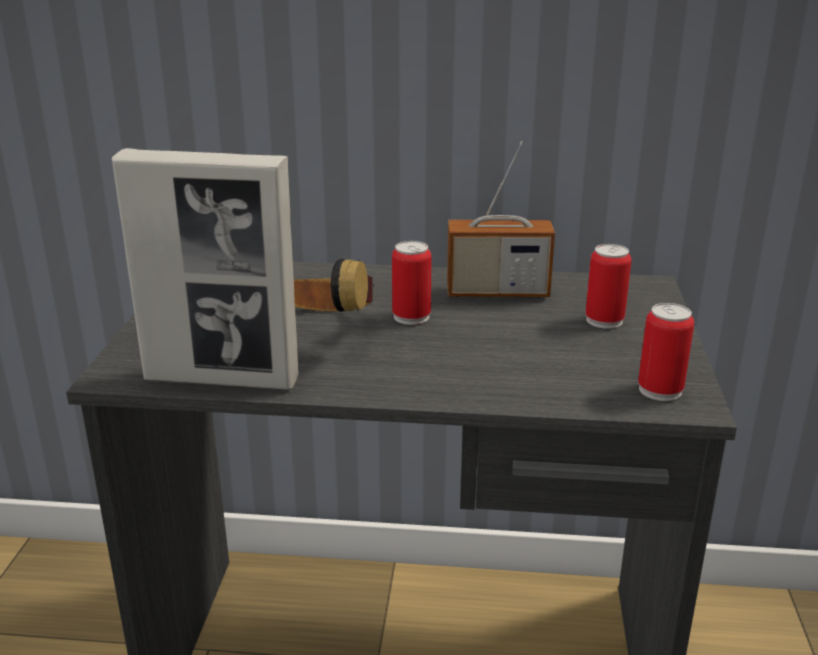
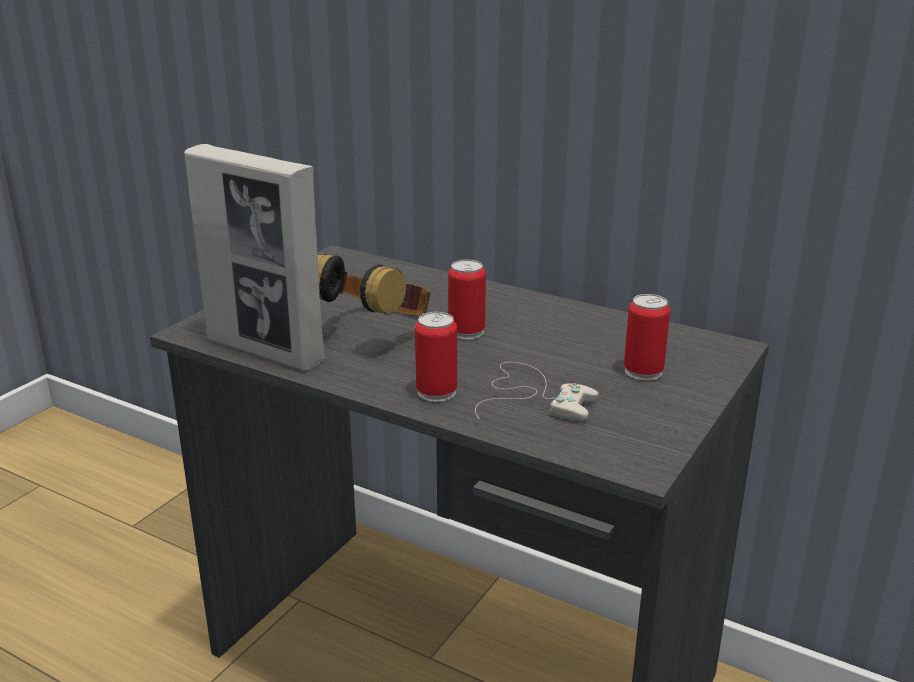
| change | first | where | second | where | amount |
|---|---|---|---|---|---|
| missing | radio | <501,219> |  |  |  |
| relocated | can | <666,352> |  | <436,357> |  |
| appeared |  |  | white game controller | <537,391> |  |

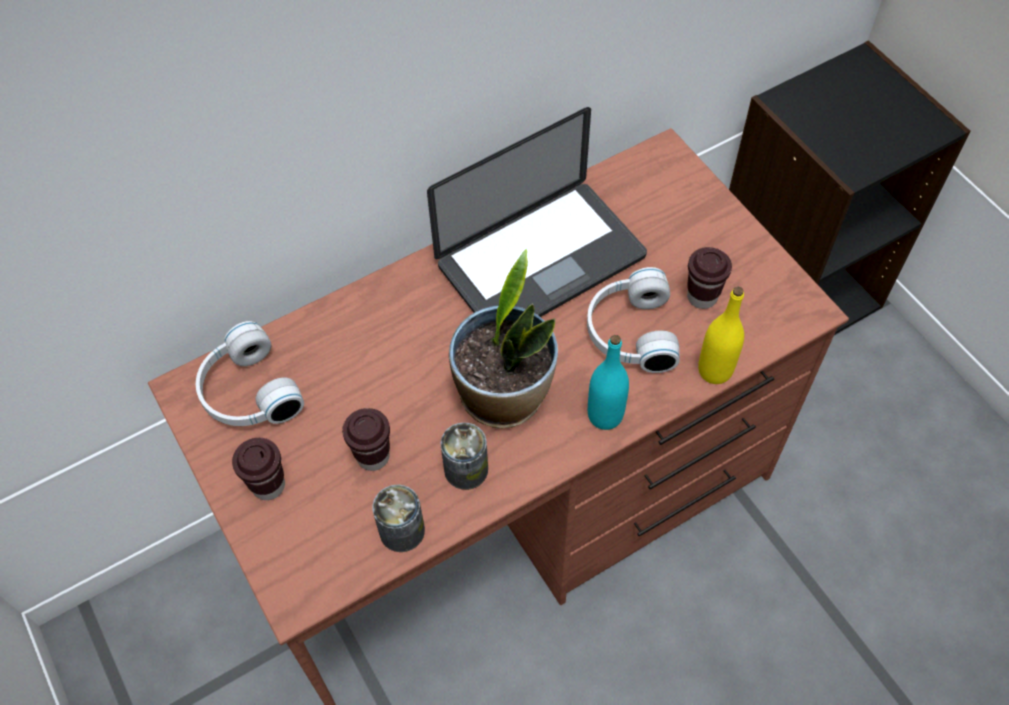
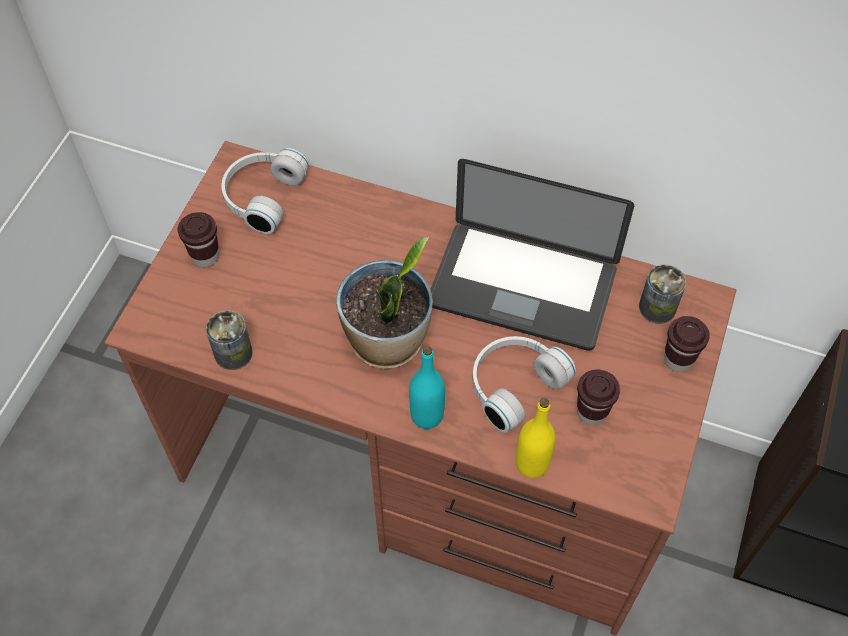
| change | first | where | second | where | amount |
|---|---|---|---|---|---|
| relocated | brown cup | <366,439> |  | <687,344> |  |
| relocated | can | <464,456> |  | <662,294> |  |

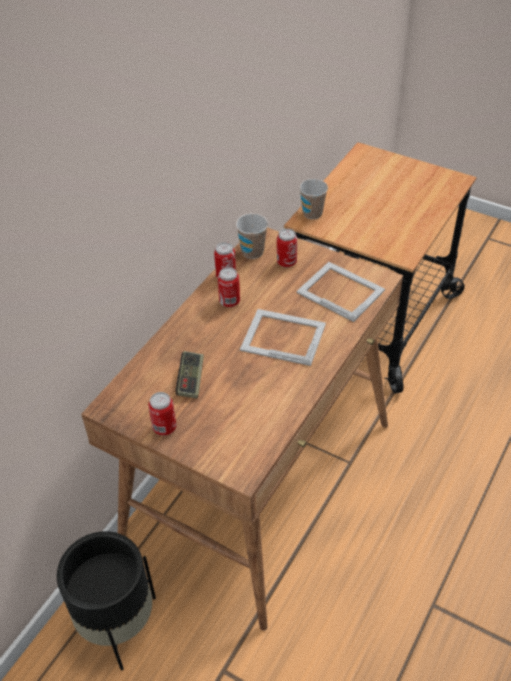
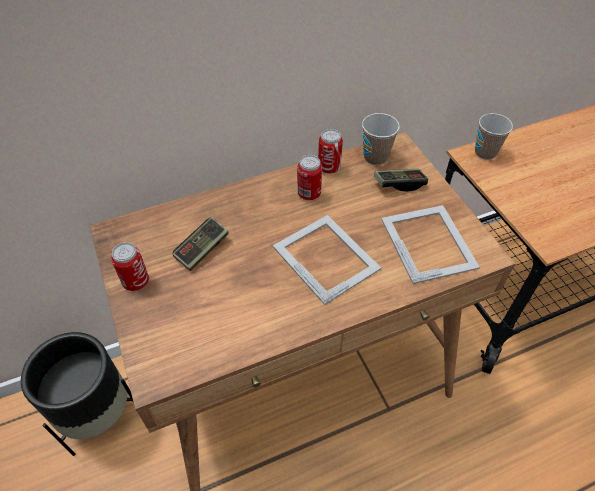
| change | first | where | second | where | amount |
|---|---|---|---|---|---|
| exchanged | can | <287,248> | game controller | <401,180> |  |

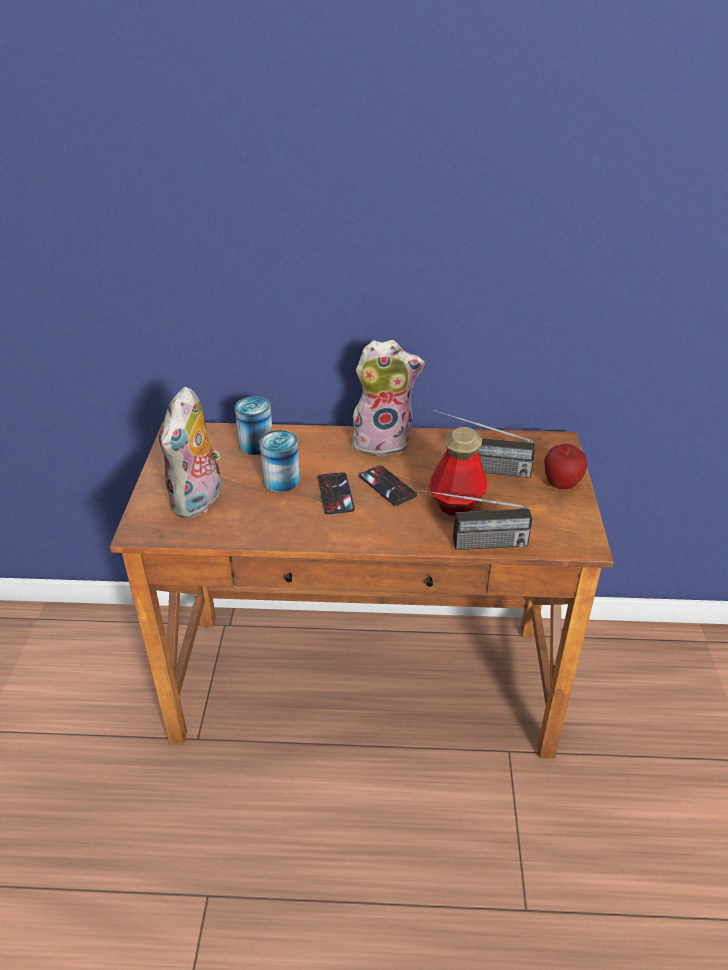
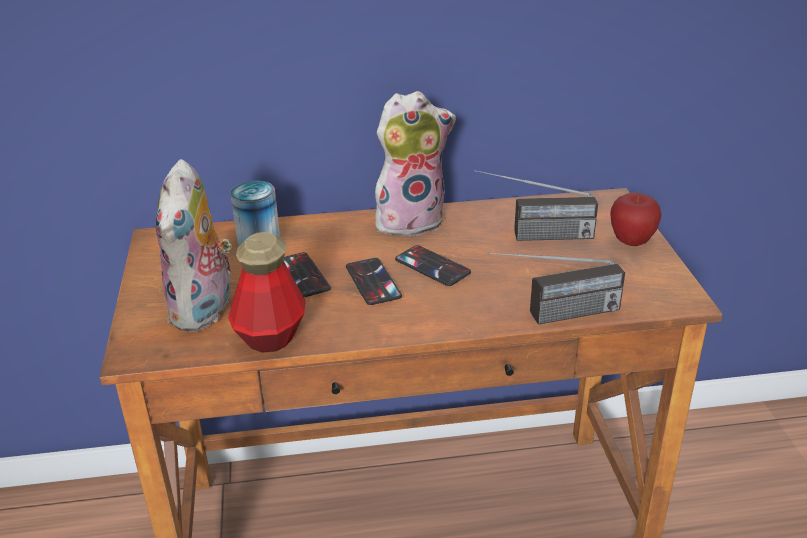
| change | first | where | second | where | amount |
|---|---|---|---|---|---|
| relocated | bottle | <458,471> |  | <267,292> |  |
| exchanged | can | <280,461> | phone | <307,274> |  |

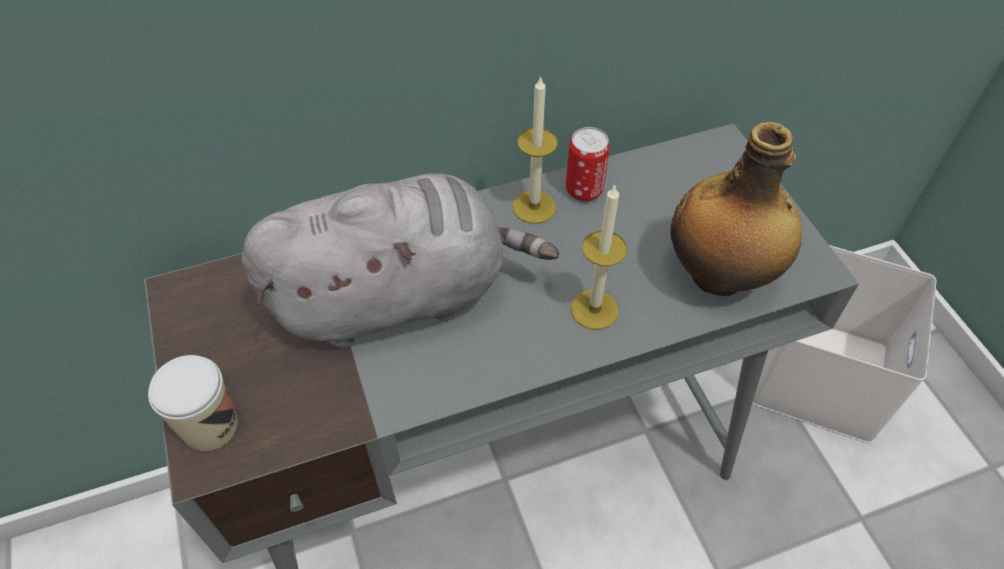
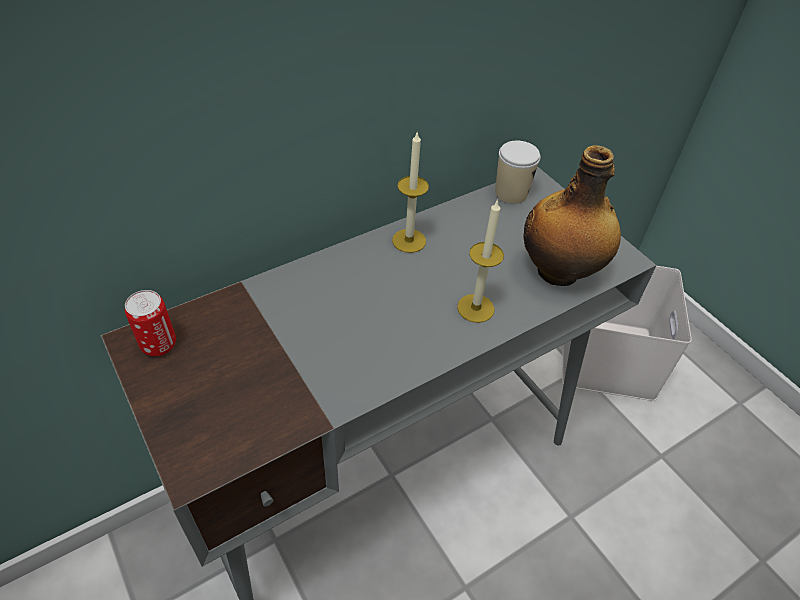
| change | first | where | second | where | amount |
|---|---|---|---|---|---|
| relocated | can | <588,164> |  | <150,323> |  |
| missing | grey plush toy | <400,260> |  |  |  |
| relocated | cup | <193,403> |  | <518,172> |  |

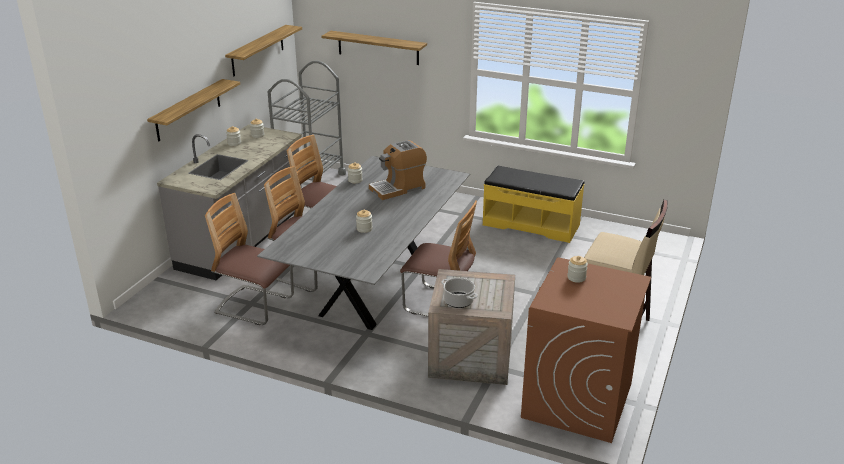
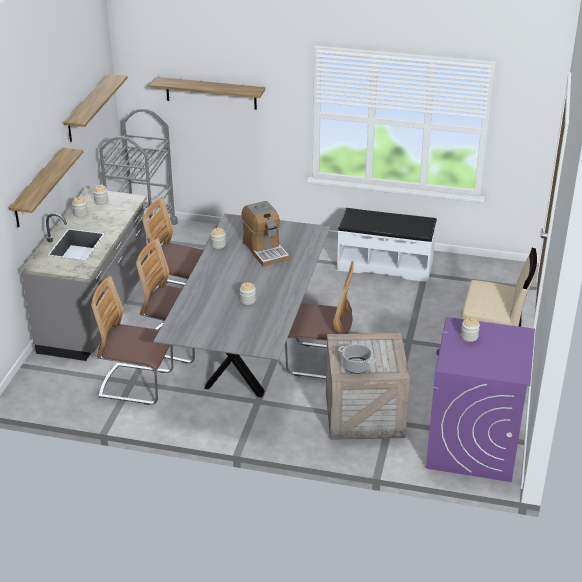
| change | first | where | second | where | amount |
|---|---|---|---|---|---|
| spun | coffee machine | <398,170> |  | <265,234> | 75 degrees counterclockwise |
| colour | yellow bench | <533,204> | white bench | <387,245> |  |
| colour | brown washing machine | <586,350> | purple washing machine | <480,399> |  |

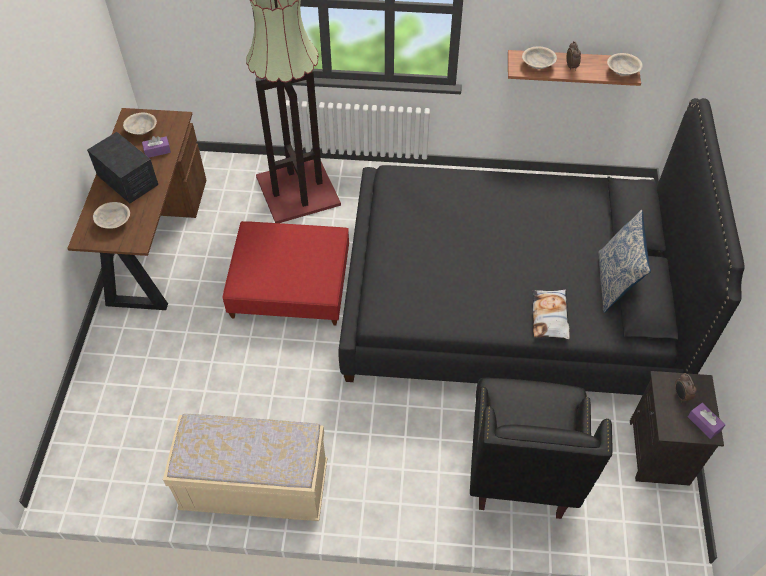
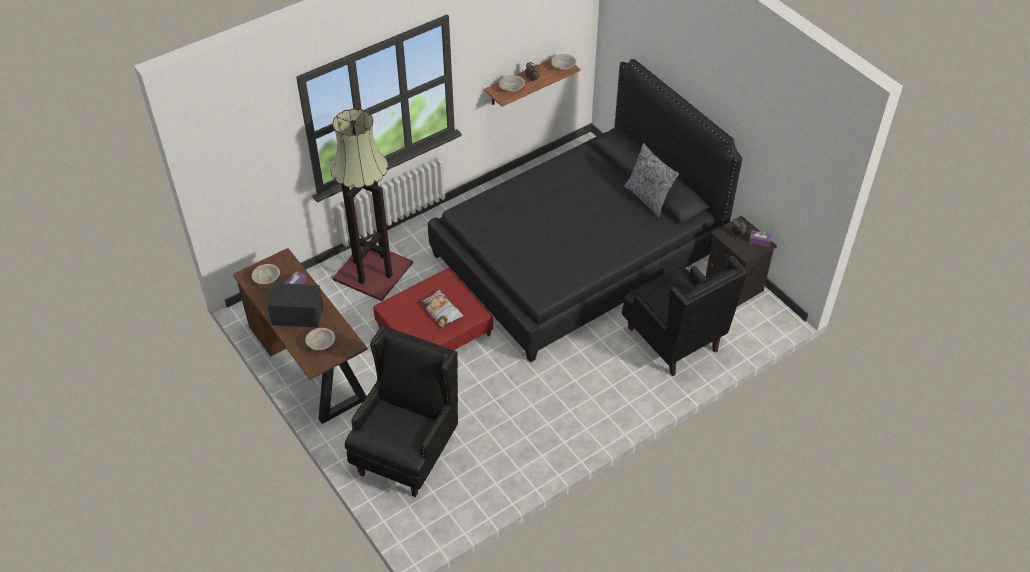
| change | first | where | second | where | amount |
|---|---|---|---|---|---|
| relocated | pillow | <551,314> |  | <441,308> |  |
| missing | beige bench | <245,467> |  |  |  |
| appeared |  |  | black armchair | <401,411> |  |

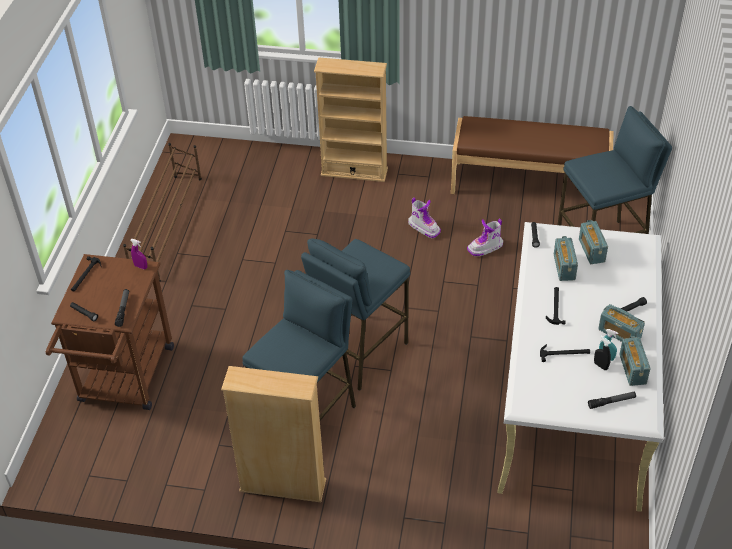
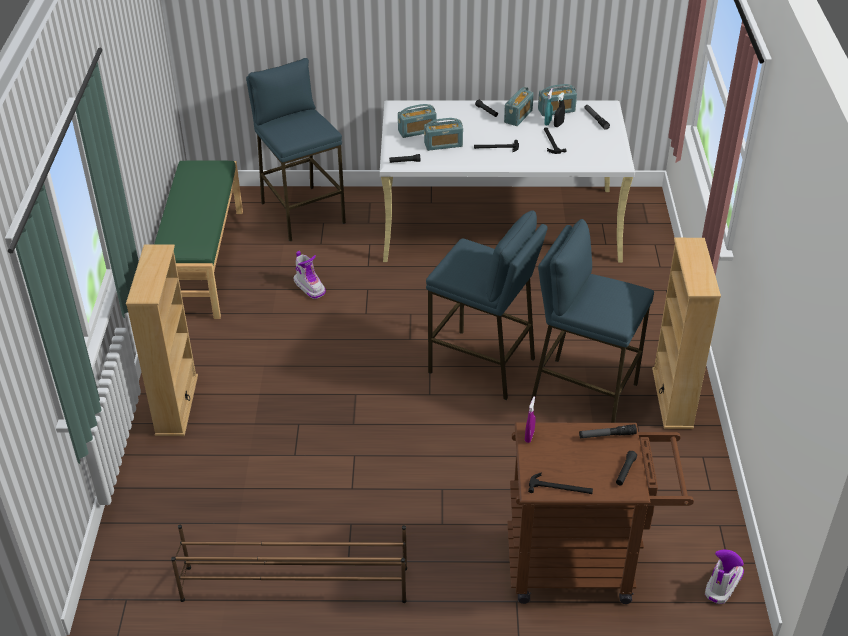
| change | first | where | second | where | amount |
|---|---|---|---|---|---|
| colour | brown bench | <532,155> | green bench | <198,239> |  |
| relocated | boot | <424,217> |  | <724,577> |  |

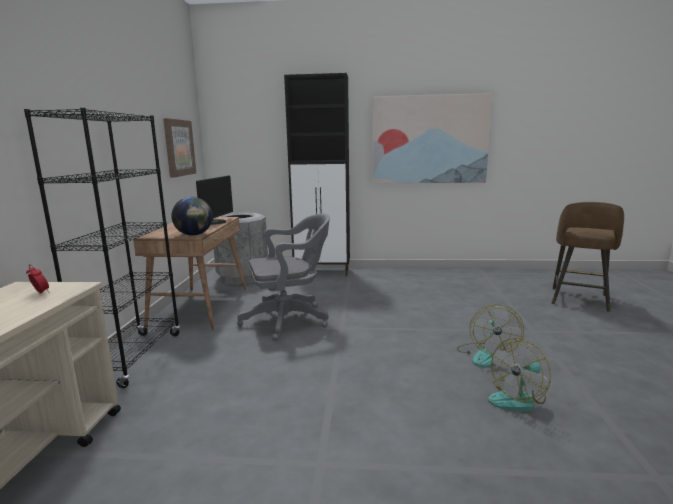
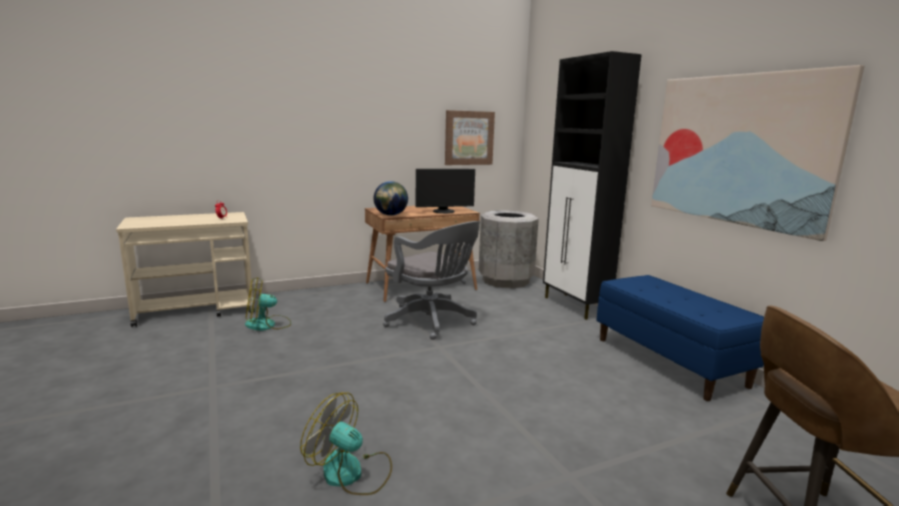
| change | first | where | second | where | amount |
|---|---|---|---|---|---|
| missing | black bookcase | <102,248> |  |  |  |
| relocated | fan | <490,335> |  | <268,304> |  |
| appeared |  |  | blue bench | <680,338> |  |

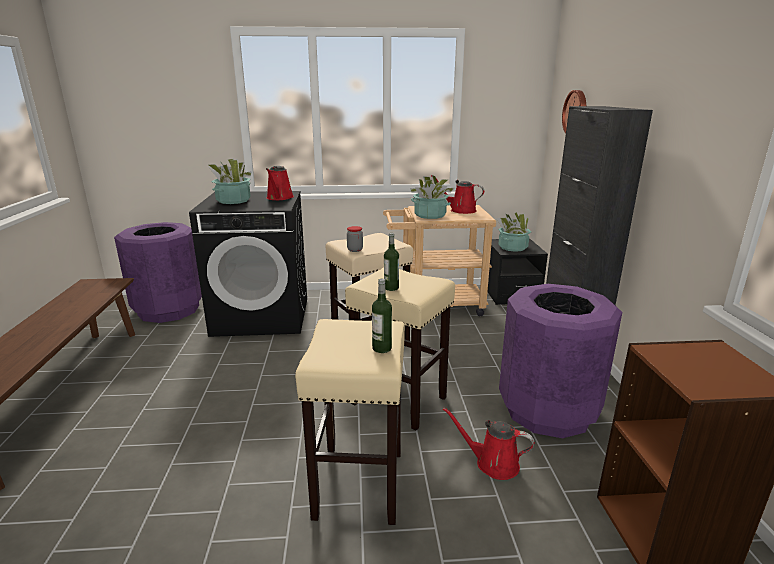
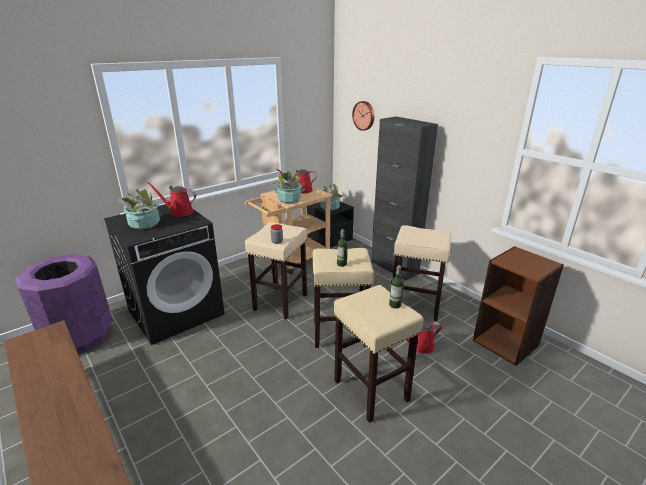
| change | first | where | second | where | amount |
|---|---|---|---|---|---|
| spun | red watering can | <280,183> |  | <171,199> | 135 degrees clockwise |
| exchanged | purple trash can | <560,361> | beige stool | <422,273> |  |

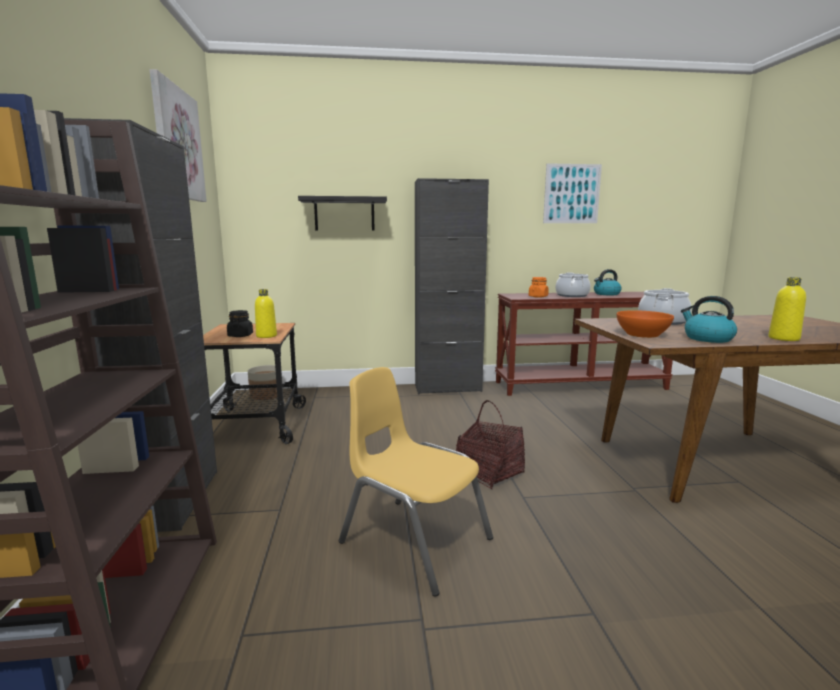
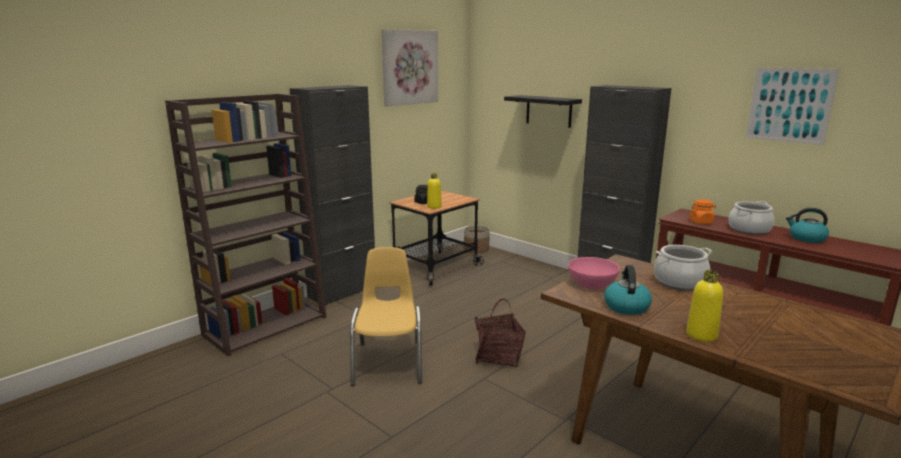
| change | first | where | second | where | amount |
|---|---|---|---|---|---|
| colour | orange bowl | <645,324> | pink bowl | <594,273> |  |

